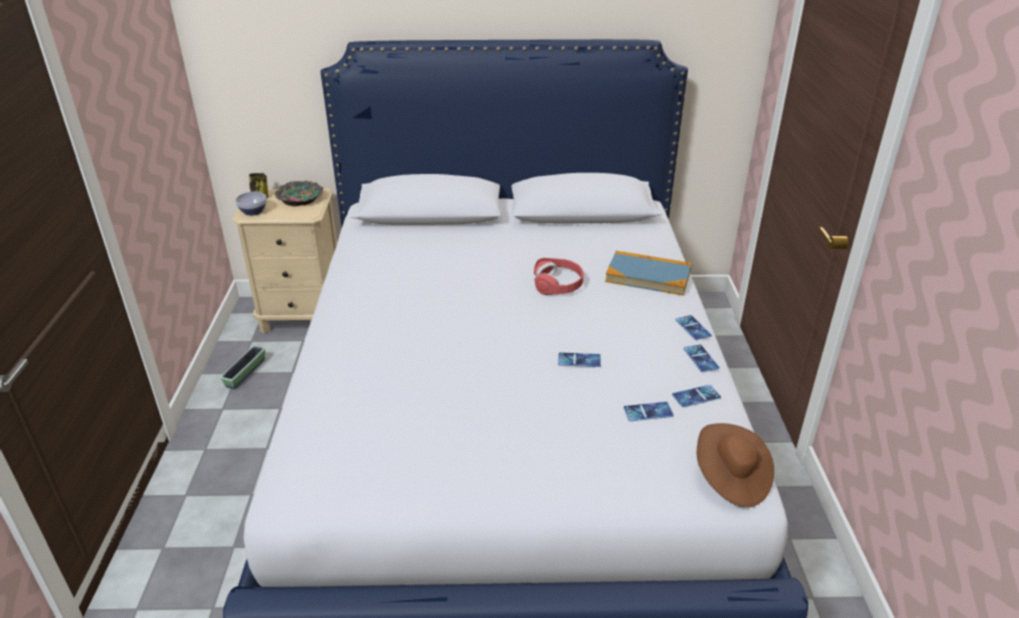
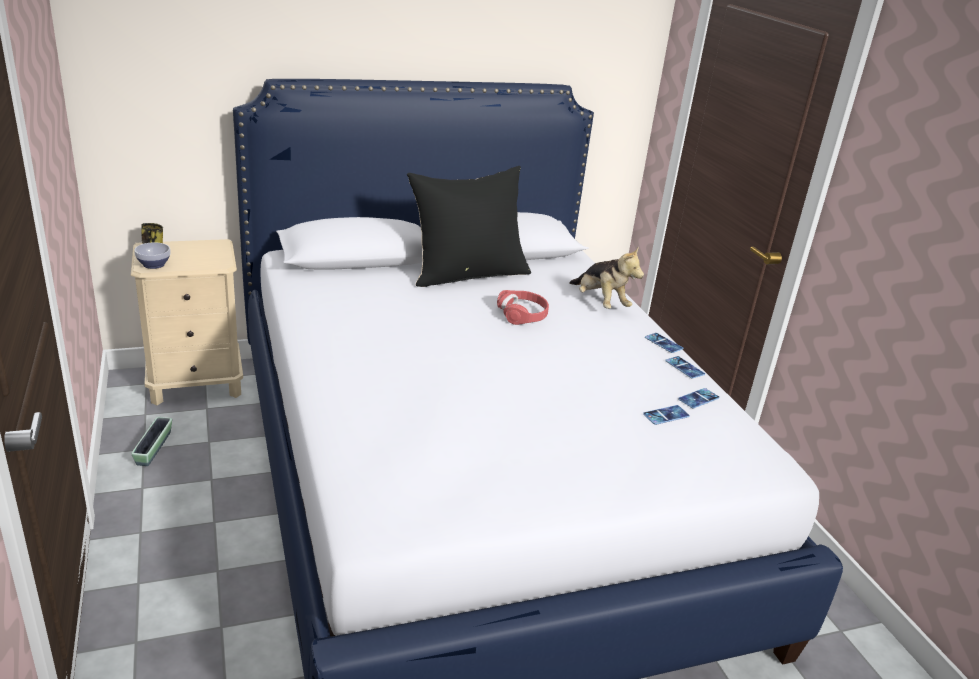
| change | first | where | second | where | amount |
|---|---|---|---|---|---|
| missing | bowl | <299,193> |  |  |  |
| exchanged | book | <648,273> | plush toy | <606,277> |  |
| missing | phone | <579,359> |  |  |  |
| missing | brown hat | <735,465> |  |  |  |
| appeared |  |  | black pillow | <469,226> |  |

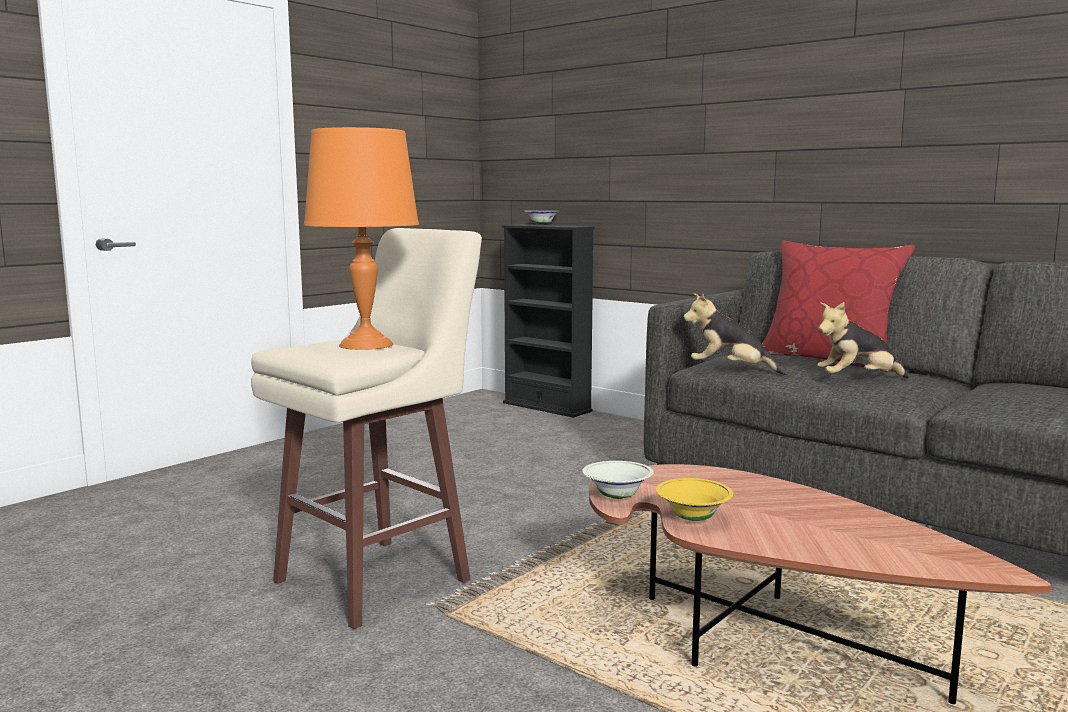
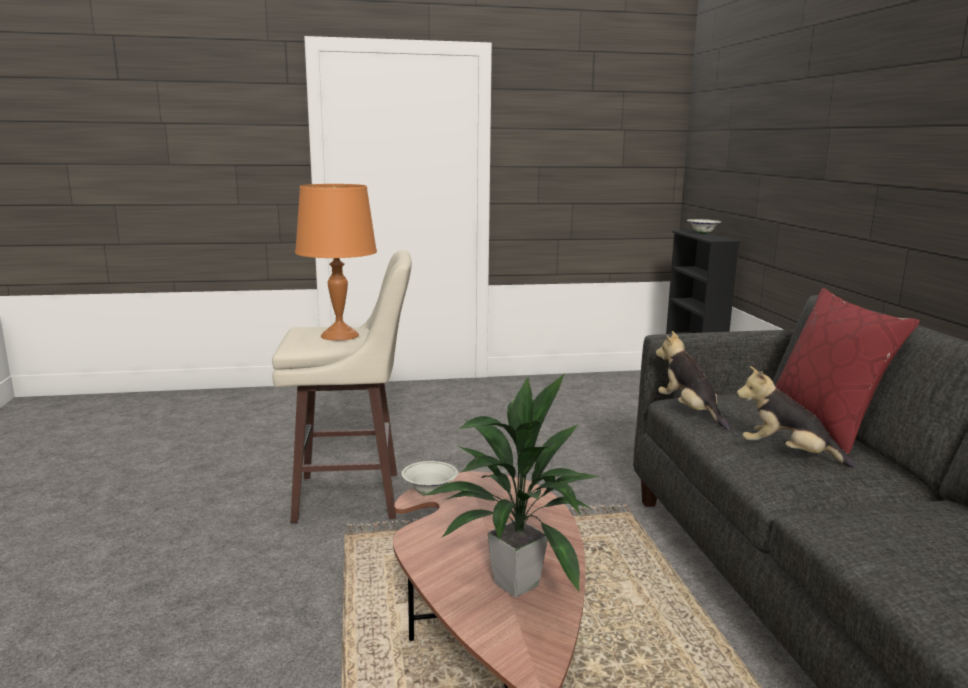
| change | first | where | second | where | amount |
|---|---|---|---|---|---|
| missing | yellow bowl | <694,499> |  |  |  |
| appeared |  |  | potted plant | <510,485> |  |

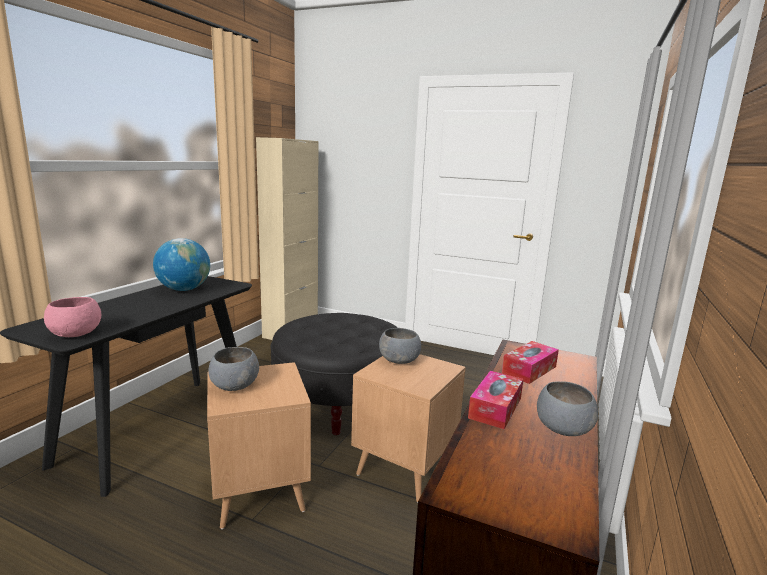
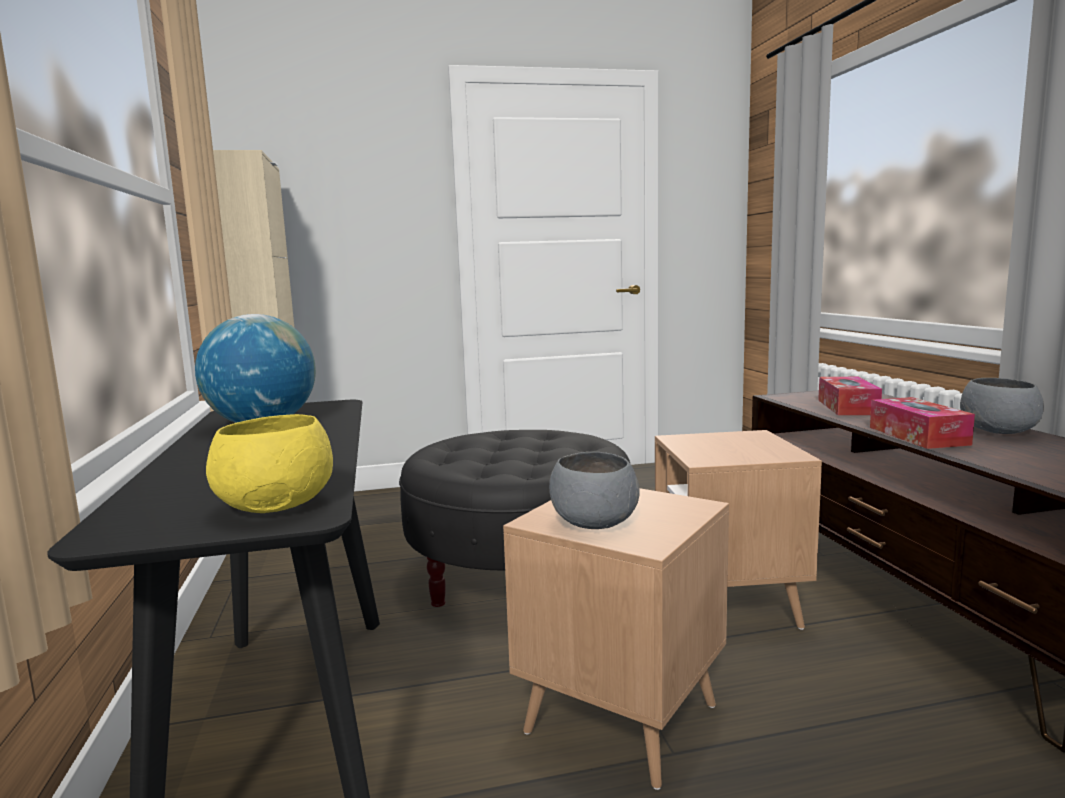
| change | first | where | second | where | amount |
|---|---|---|---|---|---|
| colour | pink bowl | <72,317> | yellow bowl | <269,463> |  |
| missing | grey bowl | <400,346> |  |  |  |

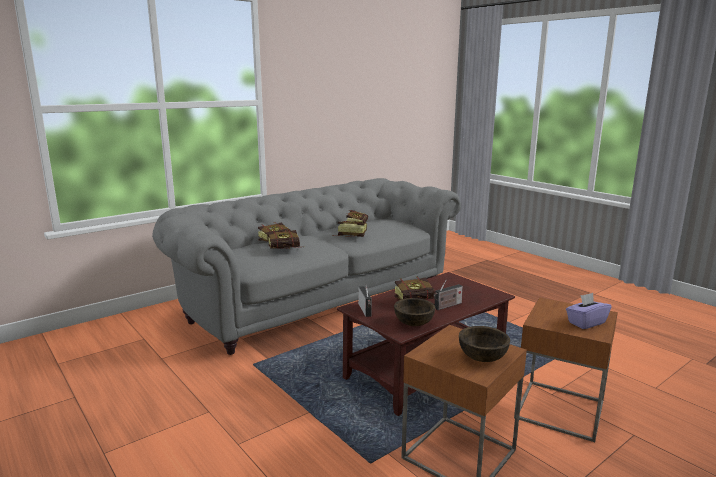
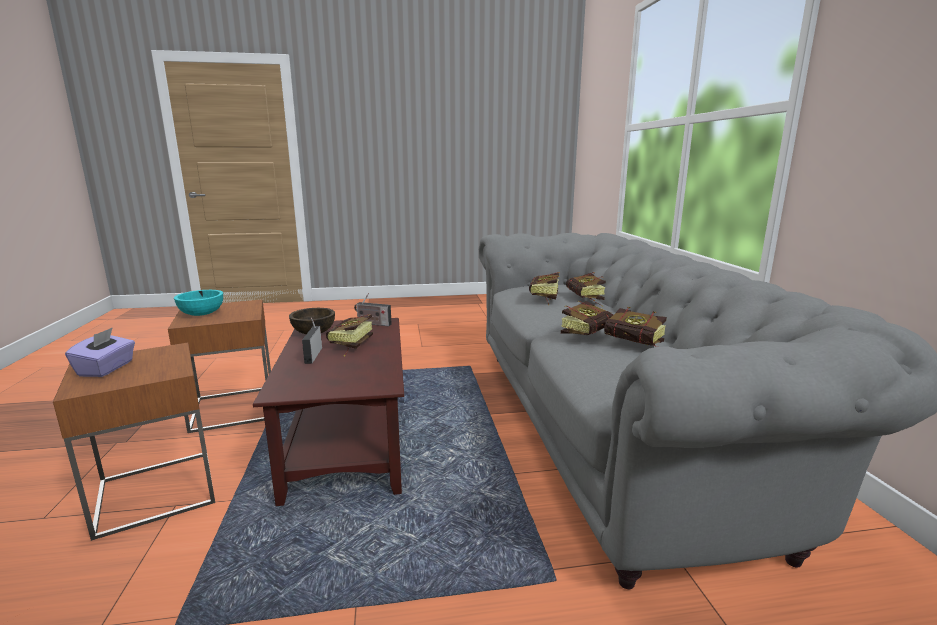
| change | first | where | second | where | amount |
|---|---|---|---|---|---|
| colour | brown bowl | <484,344> | turquoise bowl | <198,303> |  |

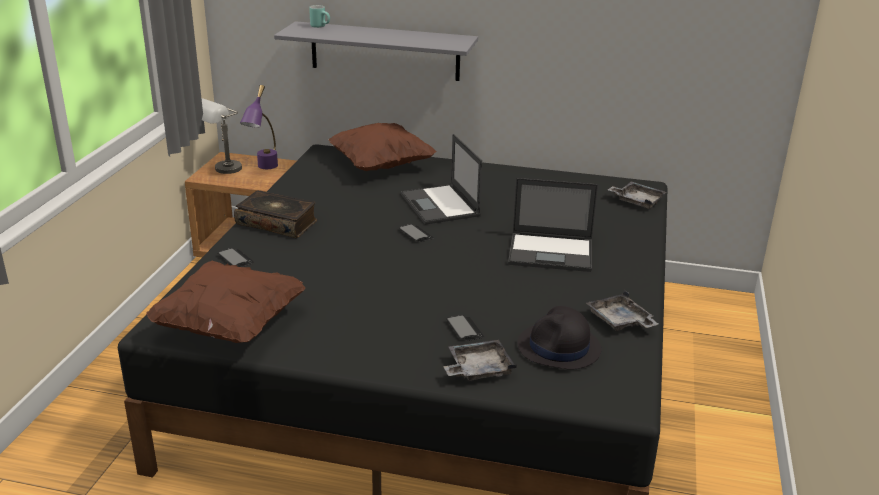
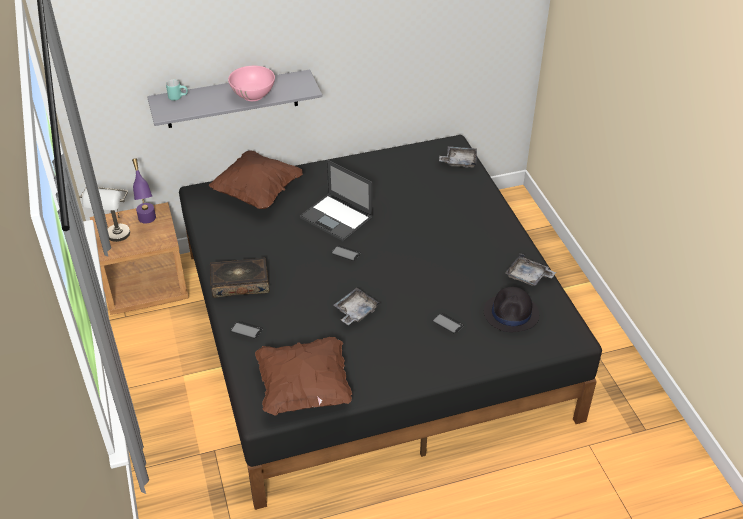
| change | first | where | second | where | amount |
|---|---|---|---|---|---|
| missing | laptop | <553,225> |  |  |  |
| relocated | grey tray | <480,360> |  | <357,306> |  |
| appeared |  |  | pink bowl | <251,83> |  |

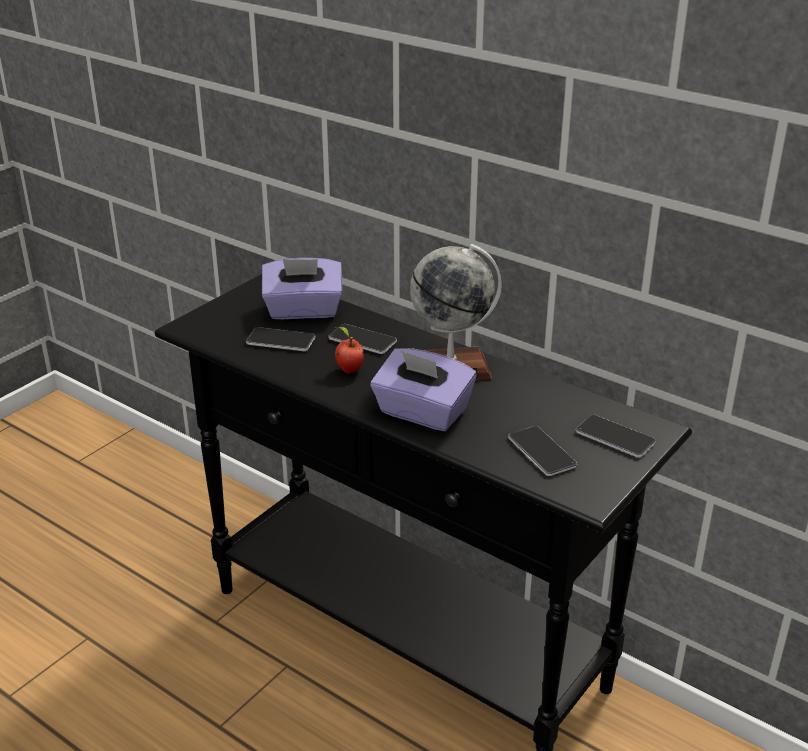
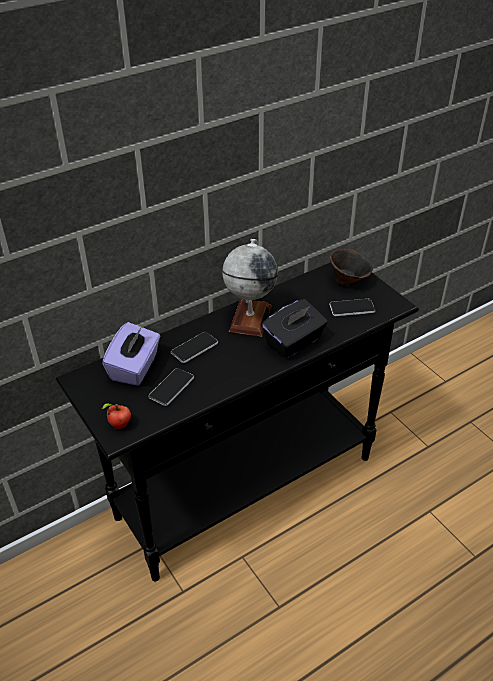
| change | first | where | second | where | amount |
|---|---|---|---|---|---|
| relocated | apple | <349,350> |  | <116,416> |  |
| colour | purple tissue box | <423,389> | black tissue box | <295,328> |  |
| exchanged | phone | <616,436> | brown bowl | <351,267> |  |

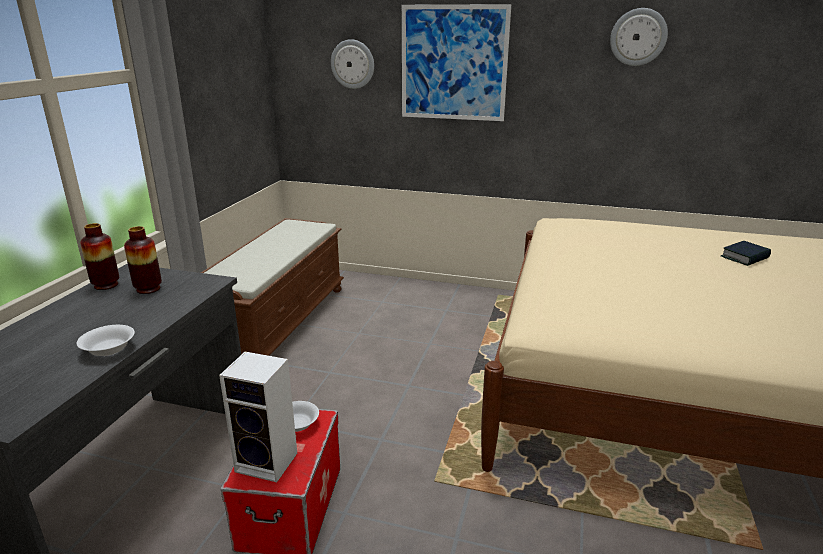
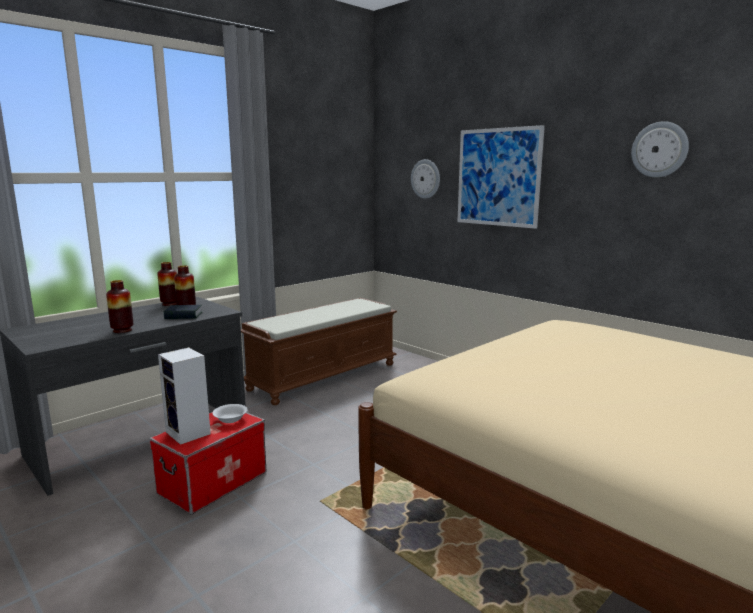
| change | first | where | second | where | amount |
|---|---|---|---|---|---|
| relocated | book | <746,253> |  | <182,312> |  |
| exchanged | white bowl | <105,340> | vase | <119,306> |  |

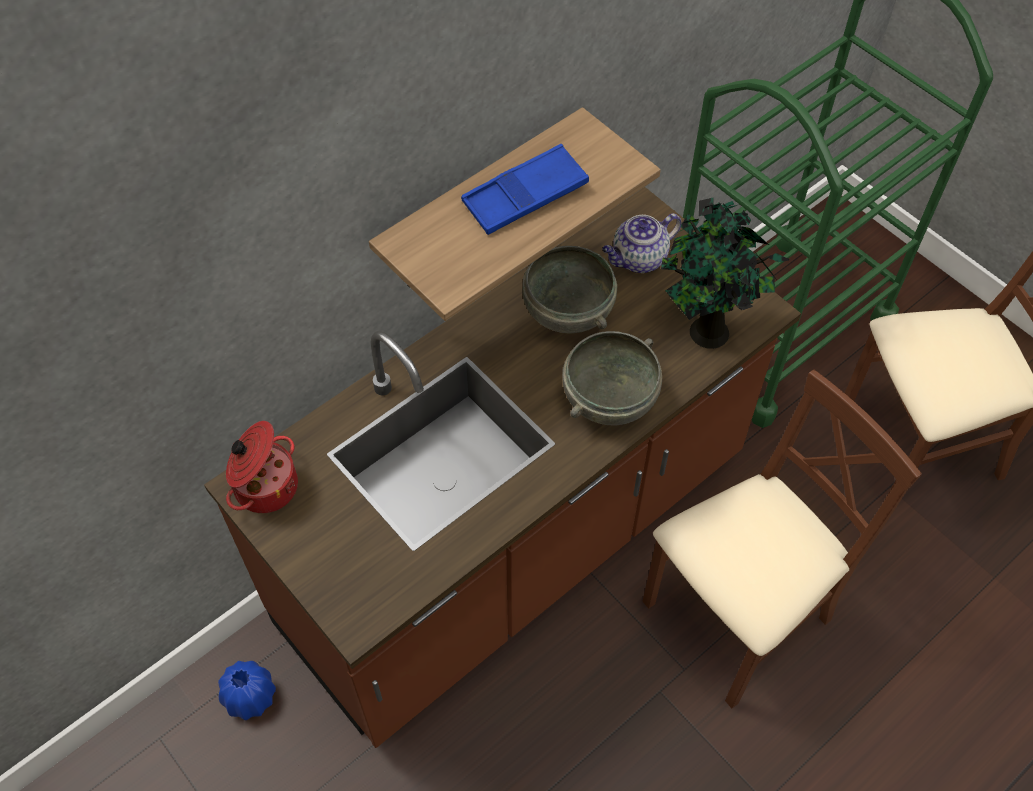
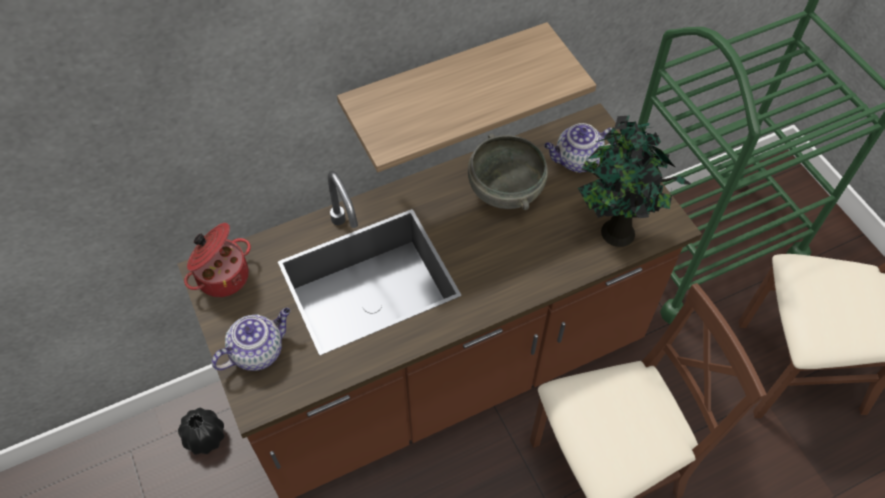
| change | first | where | second | where | amount |
|---|---|---|---|---|---|
| missing | blue tray | <525,189> |  |  |  |
| missing | grey bowl | <612,378> |  |  |  |
| colour | blue vase | <247,690> | black vase | <201,431> |  |
| appeared |  |  | teapot | <251,339> |  |

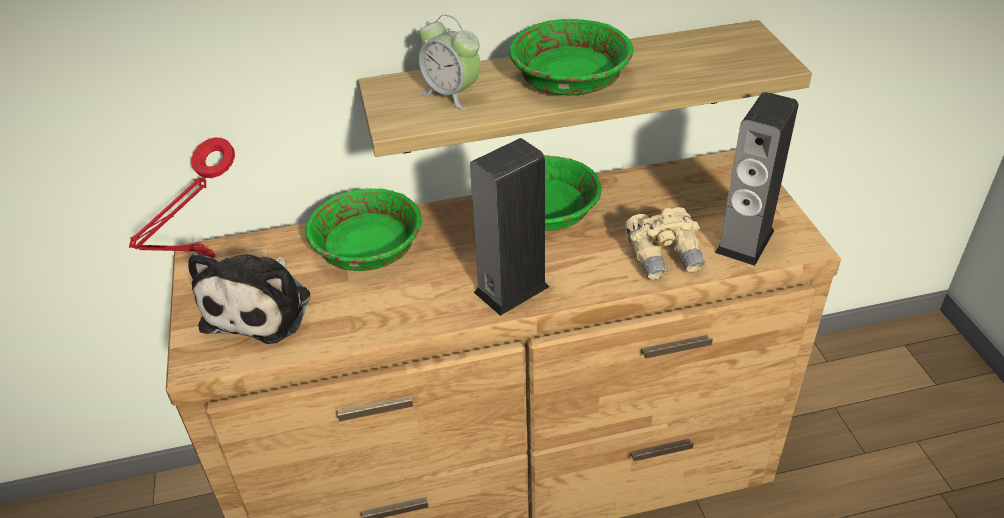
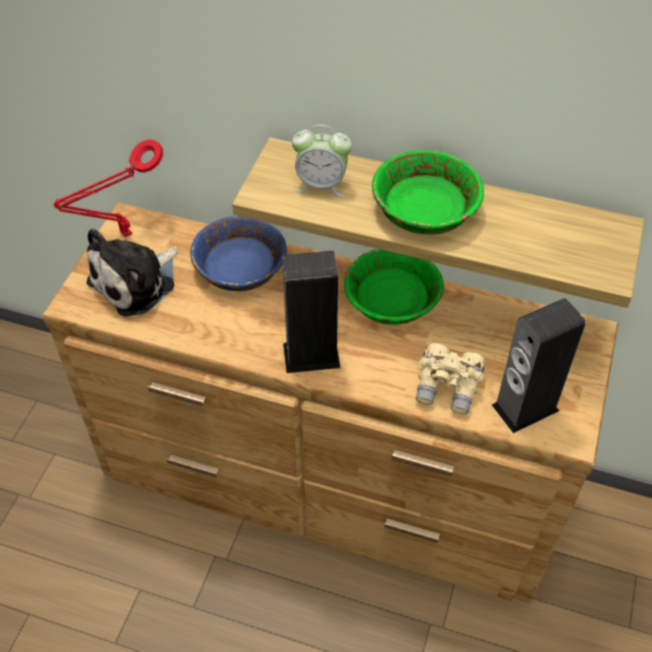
| change | first | where | second | where | amount |
|---|---|---|---|---|---|
| spun | alarm clock | <449,62> |  | <322,161> | 60 degrees counterclockwise |
| colour | green bowl | <363,229> | blue bowl | <238,253> |  |

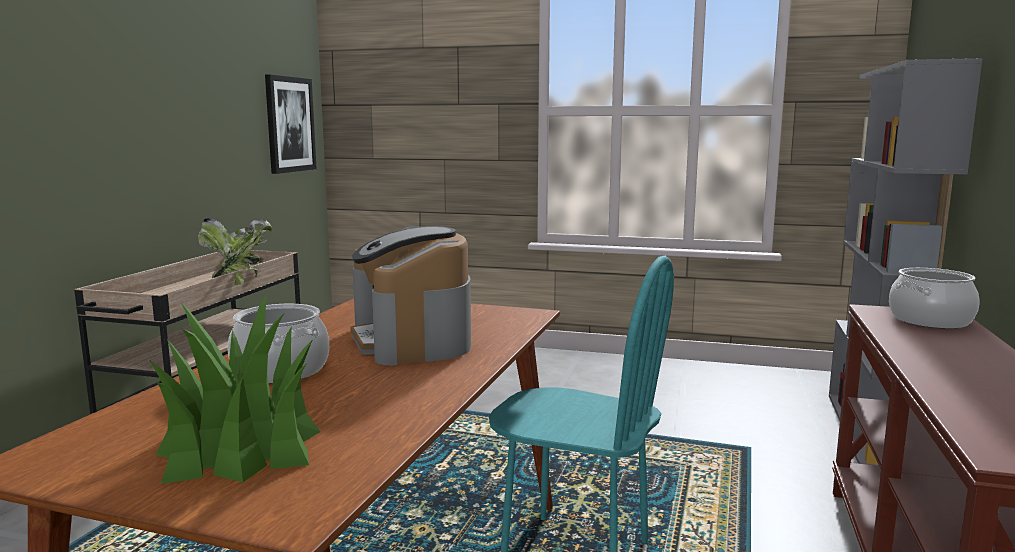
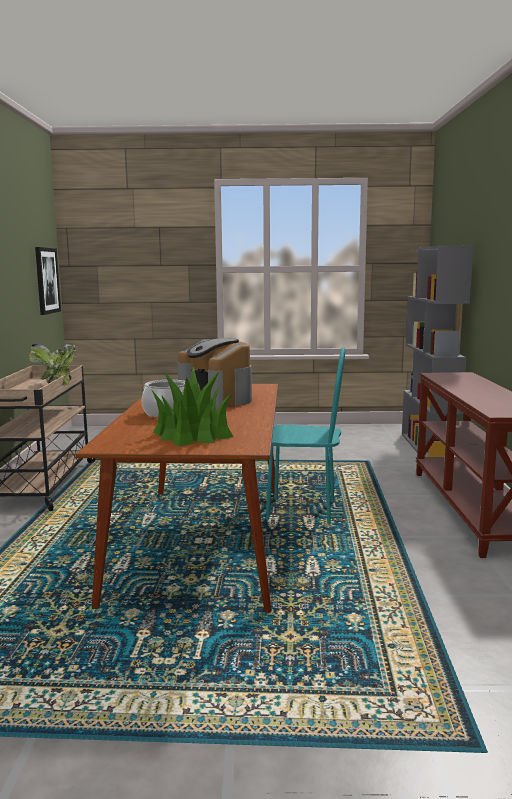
| change | first | where | second | where | amount |
|---|---|---|---|---|---|
| missing | cooking pot | <934,298> |  |  |  |

